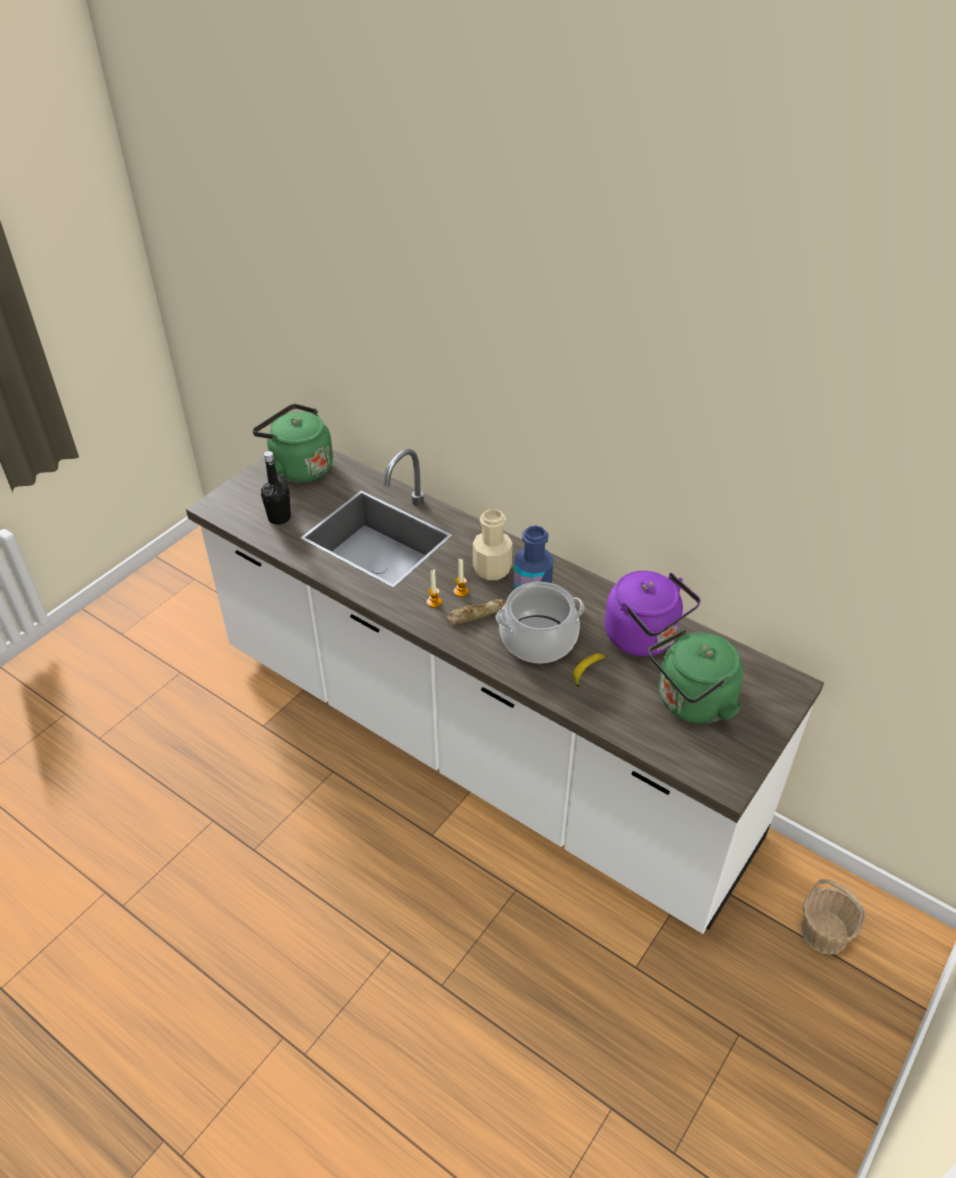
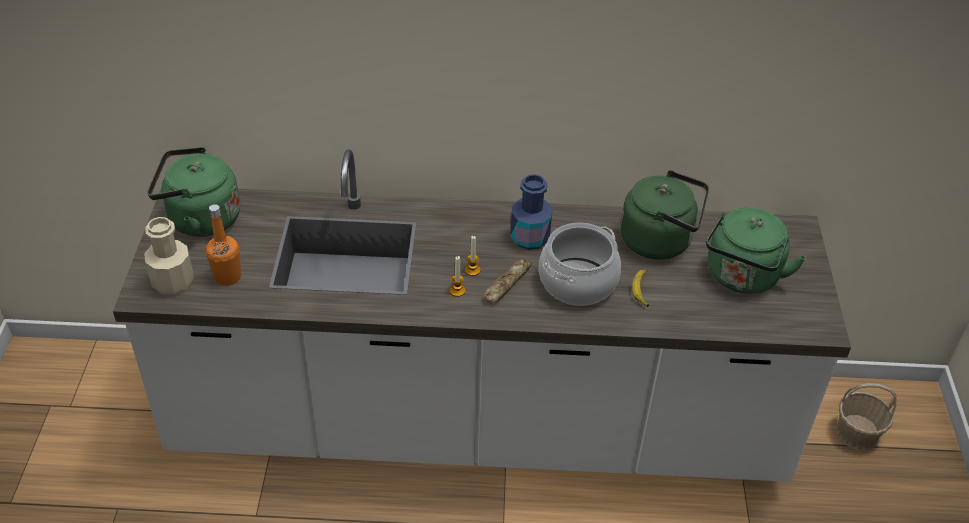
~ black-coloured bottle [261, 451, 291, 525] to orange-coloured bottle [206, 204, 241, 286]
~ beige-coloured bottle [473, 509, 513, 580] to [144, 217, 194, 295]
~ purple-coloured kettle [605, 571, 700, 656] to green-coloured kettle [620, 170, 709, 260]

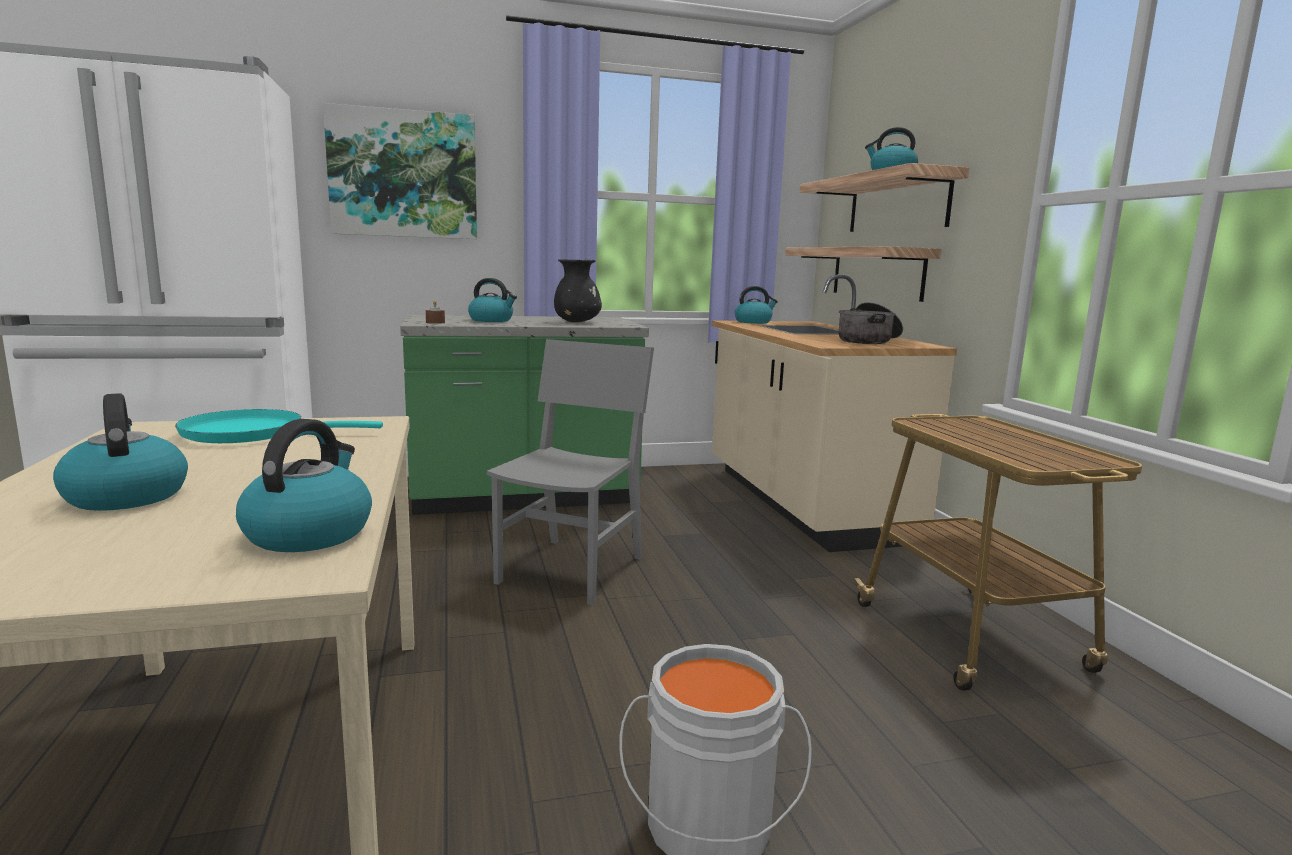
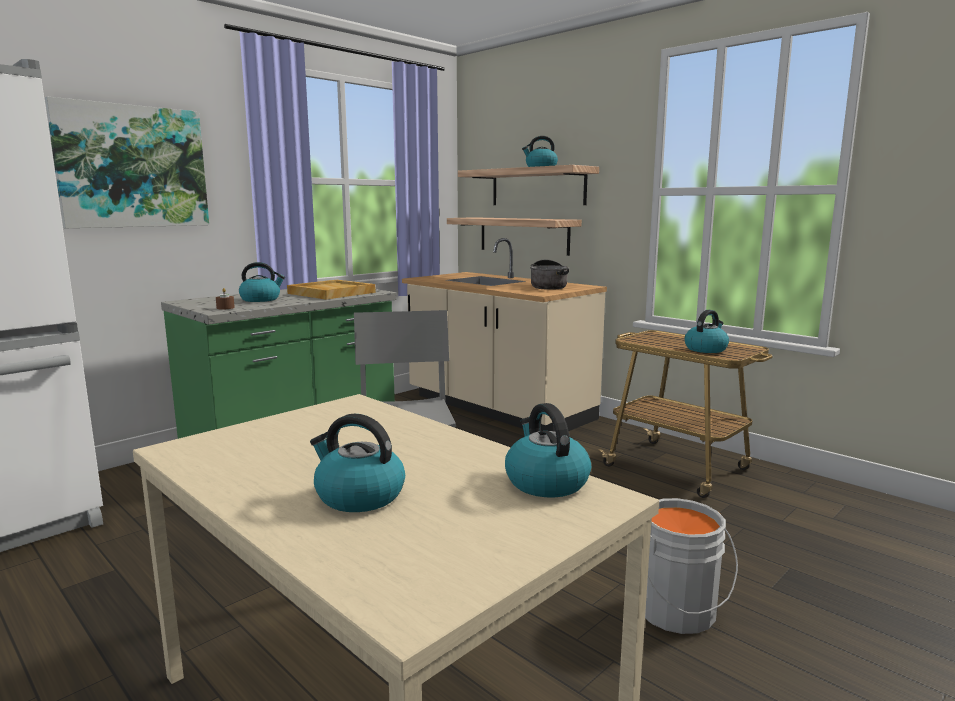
~ black-coloured decorative vase [554, 259, 602, 322] to beige-coloured tray [287, 280, 376, 300]
~ kettle [735, 286, 778, 324] to [684, 310, 729, 353]
- turquoise-coloured pan [175, 409, 383, 443]

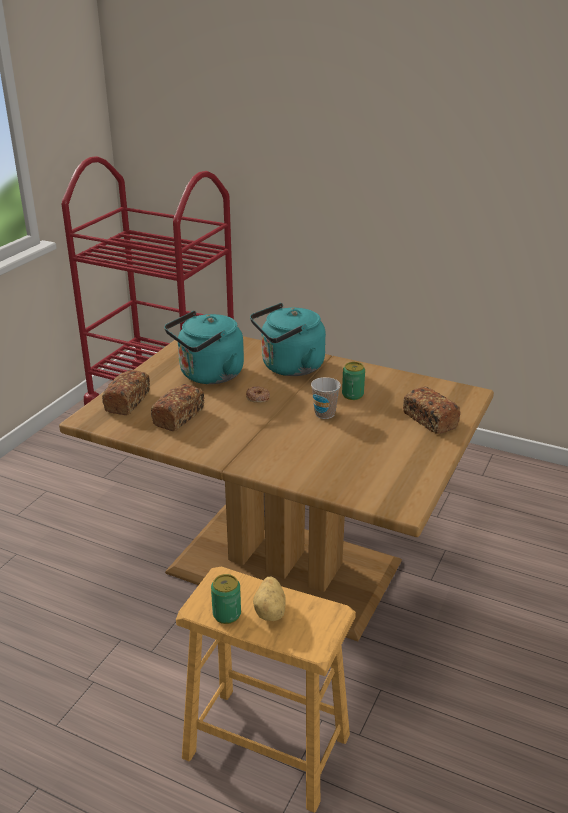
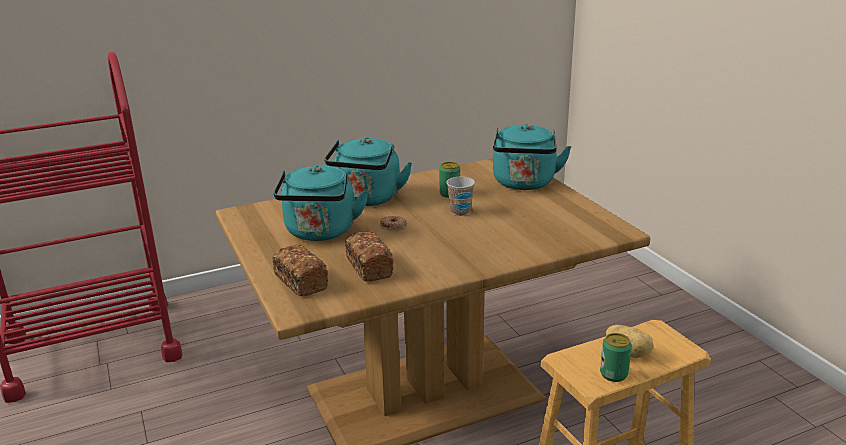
~ bread [403, 387, 461, 434] to turquoise-coloured kettle [493, 124, 571, 190]

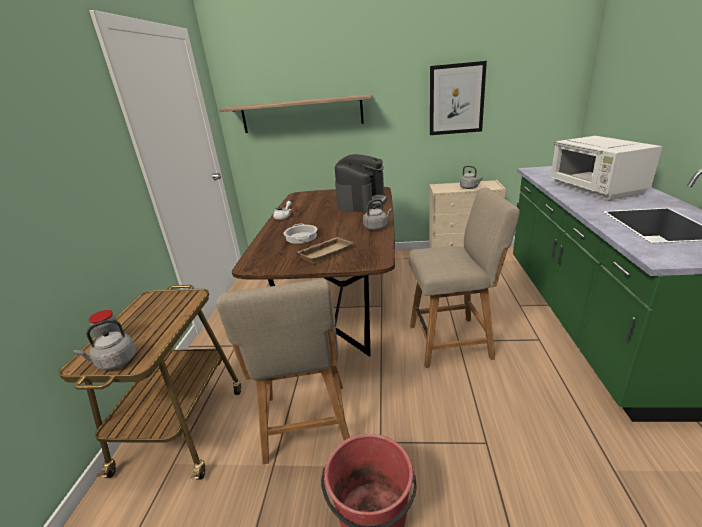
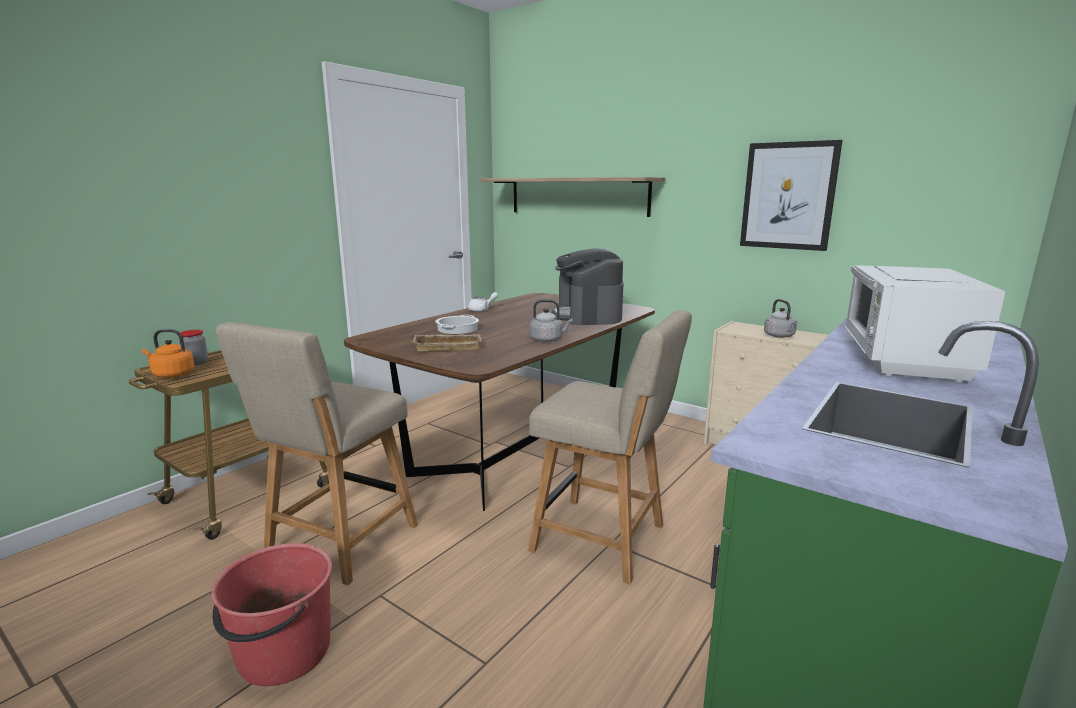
~ coffee machine [335, 154, 388, 212] = [552, 248, 624, 325] 120 degrees clockwise
~ grey kettle [74, 319, 136, 370] to orange-coloured kettle [142, 329, 194, 378]

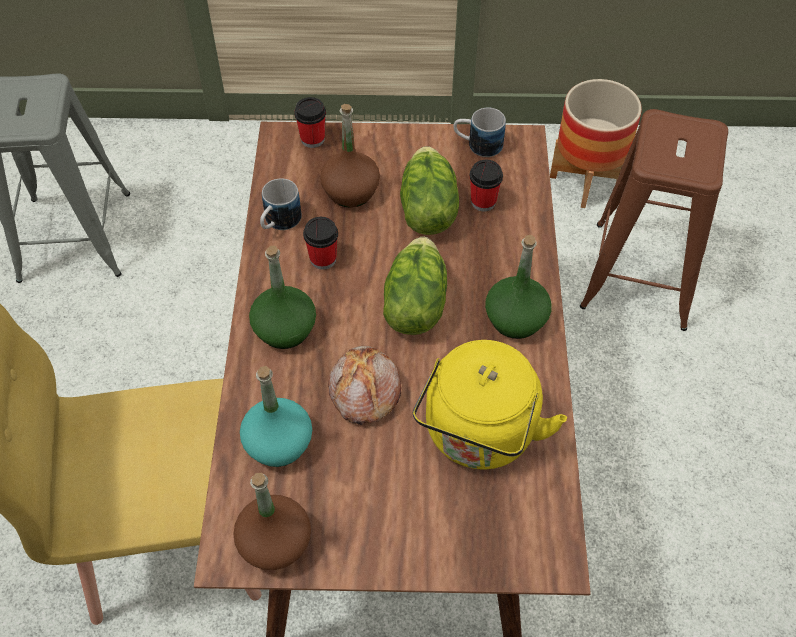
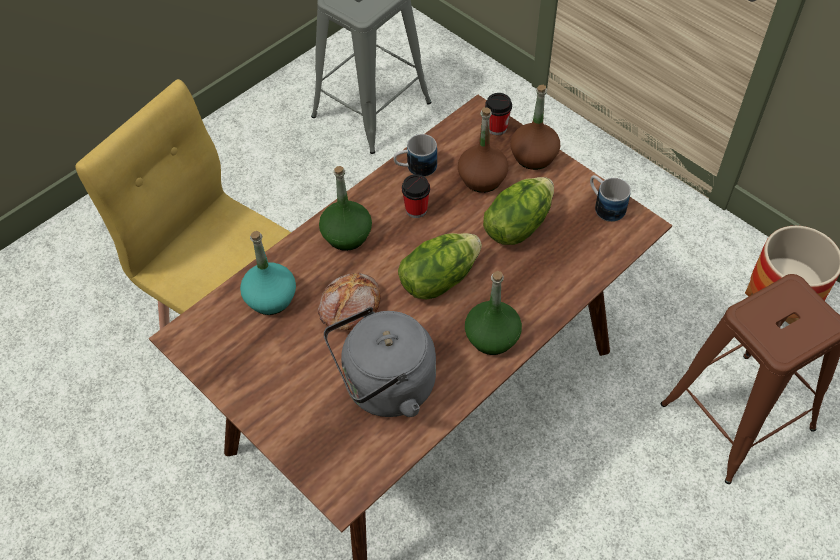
- small cup [469, 160, 503, 211]
~ yellow kettle [413, 340, 567, 470] to grey kettle [324, 307, 436, 417]
~ brown bottle [233, 473, 311, 570] to [510, 85, 560, 170]

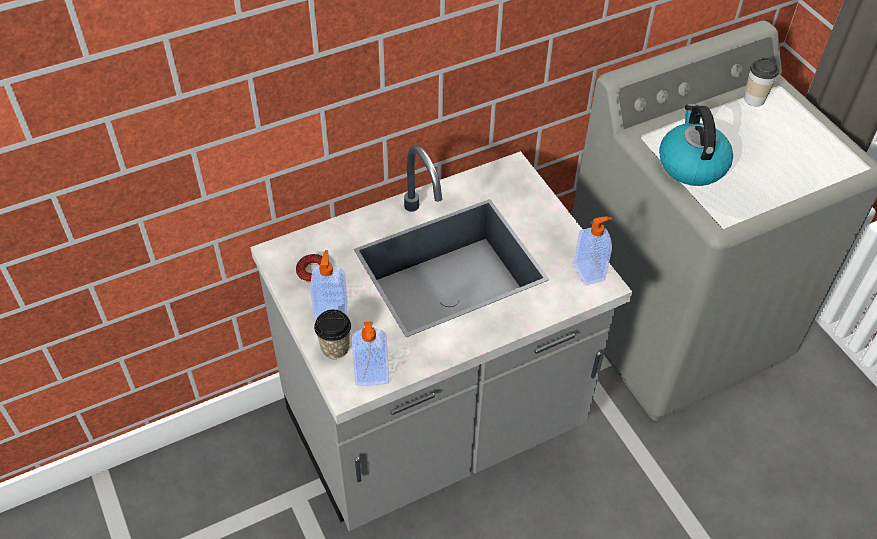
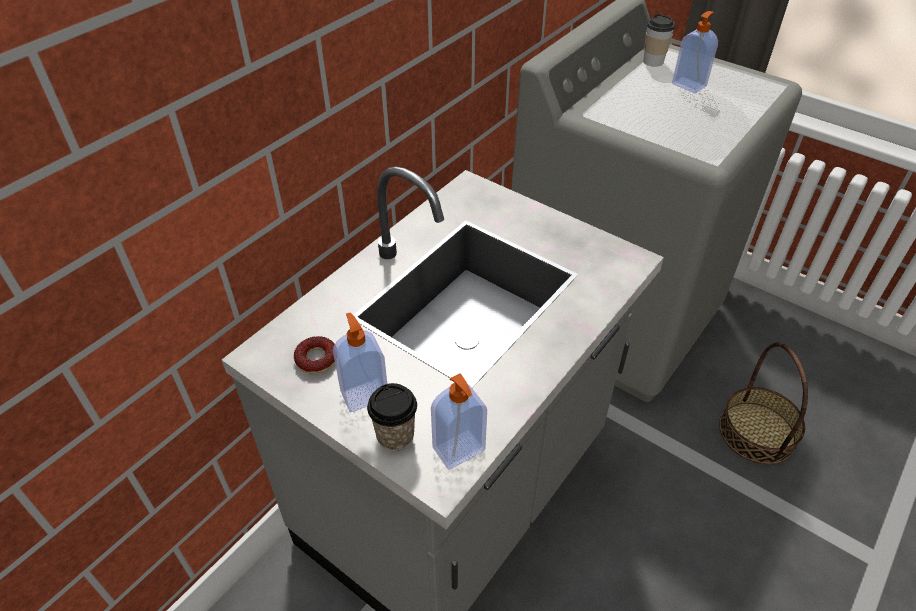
- kettle [659, 104, 733, 186]
~ soap bottle [573, 216, 613, 285] to [672, 11, 718, 93]
+ storage basket [719, 342, 808, 465]

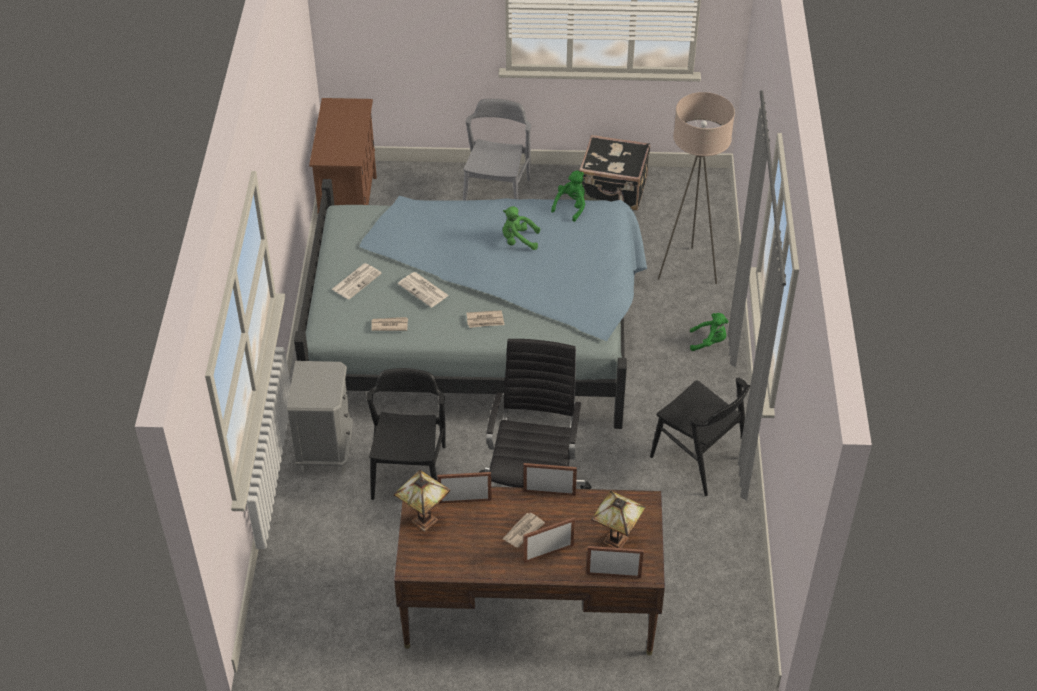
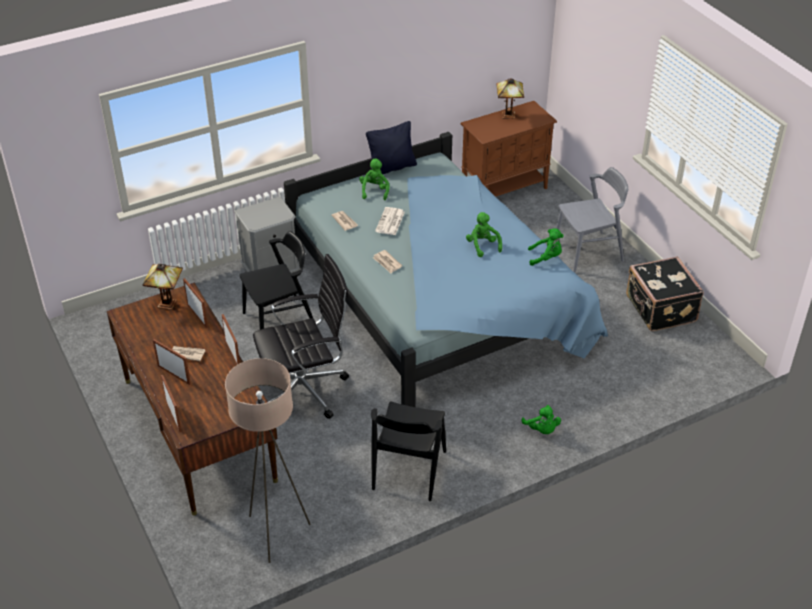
~ beige-coloured standing lamp [658, 92, 735, 284] to [225, 358, 311, 563]
~ printed paper [331, 263, 382, 300] to green-coloured cuddly toy [359, 159, 389, 200]
~ lamp for a table [591, 491, 646, 548] to [496, 78, 524, 119]
+ black-coloured cushion [366, 121, 417, 174]

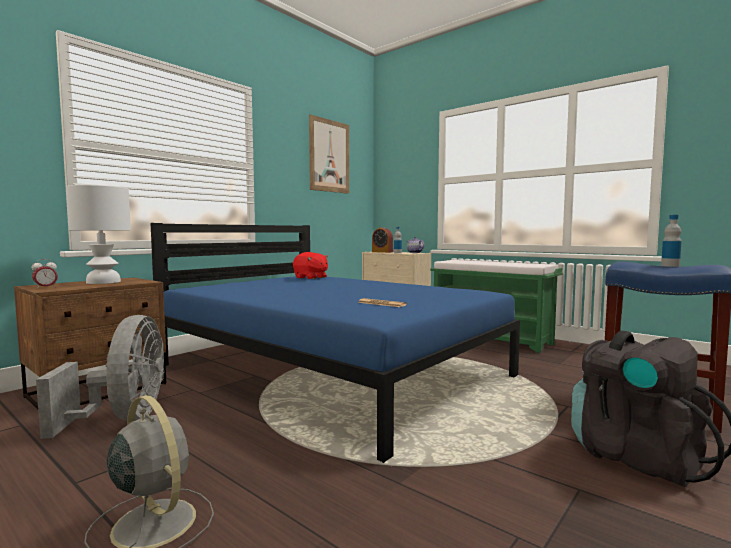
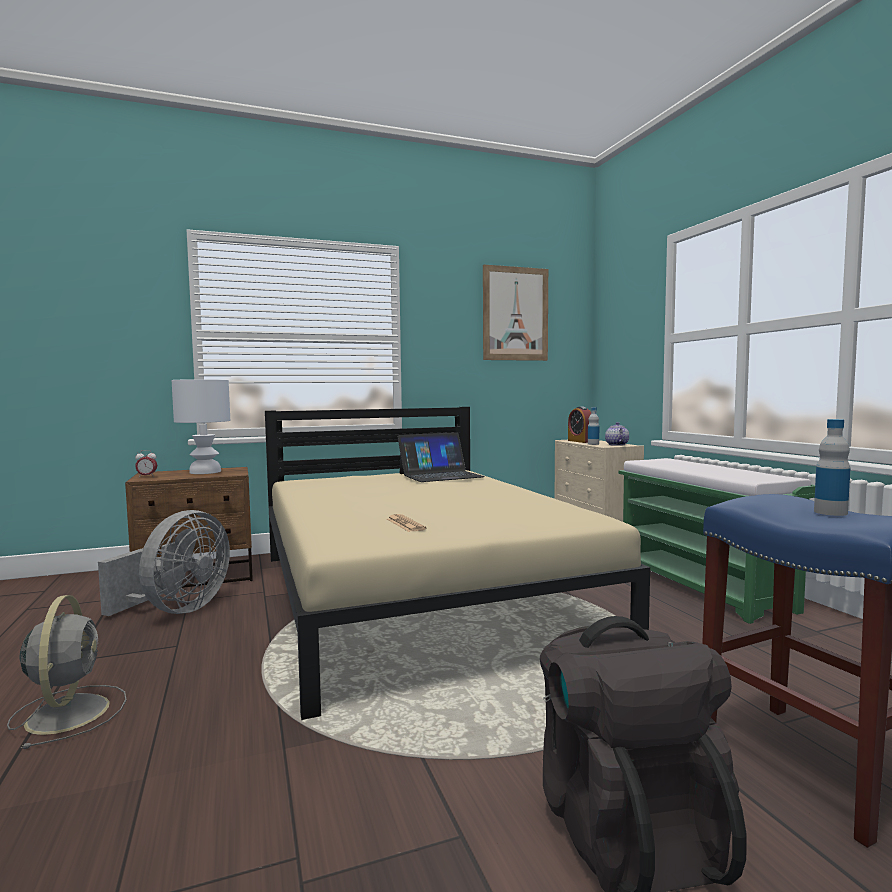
~ bluish bed [150, 223, 520, 463] to beige-coloured bed [265, 407, 650, 720]
~ red cuddly toy [293, 252, 328, 279] to portable computer [398, 432, 485, 482]

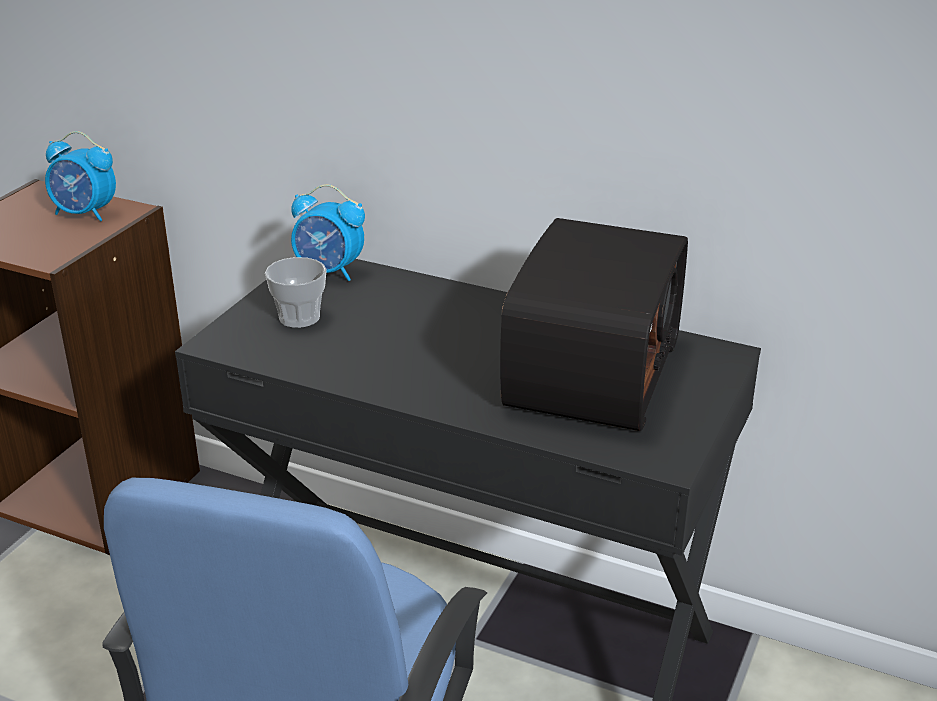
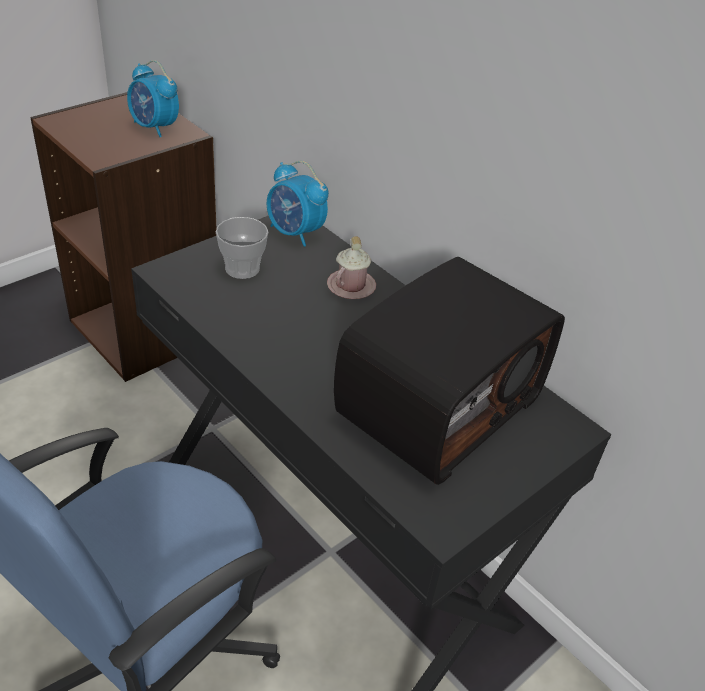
+ pink coffee mug [327, 236, 376, 299]

